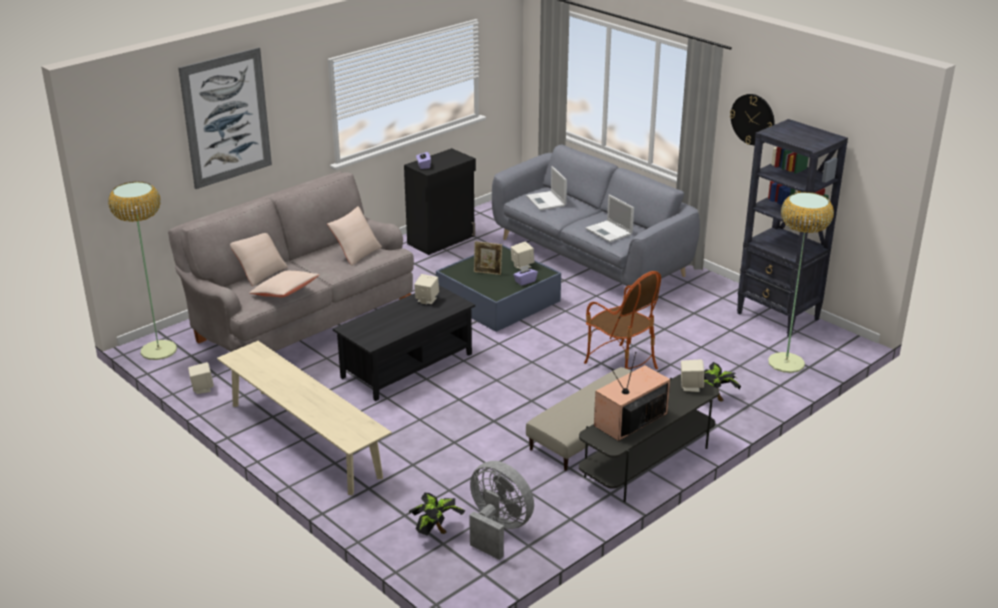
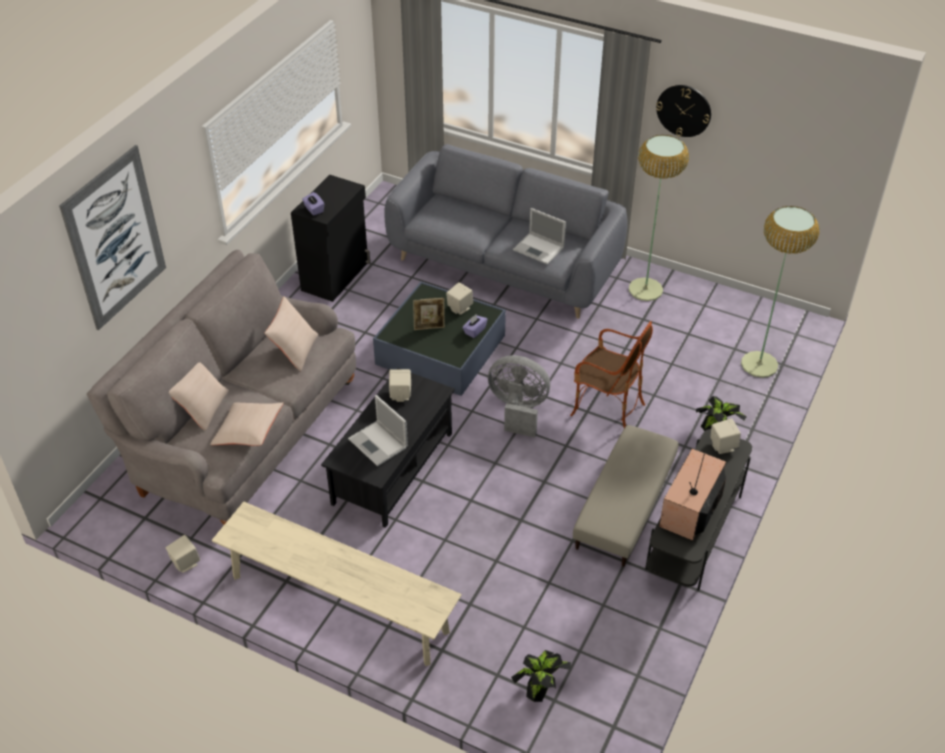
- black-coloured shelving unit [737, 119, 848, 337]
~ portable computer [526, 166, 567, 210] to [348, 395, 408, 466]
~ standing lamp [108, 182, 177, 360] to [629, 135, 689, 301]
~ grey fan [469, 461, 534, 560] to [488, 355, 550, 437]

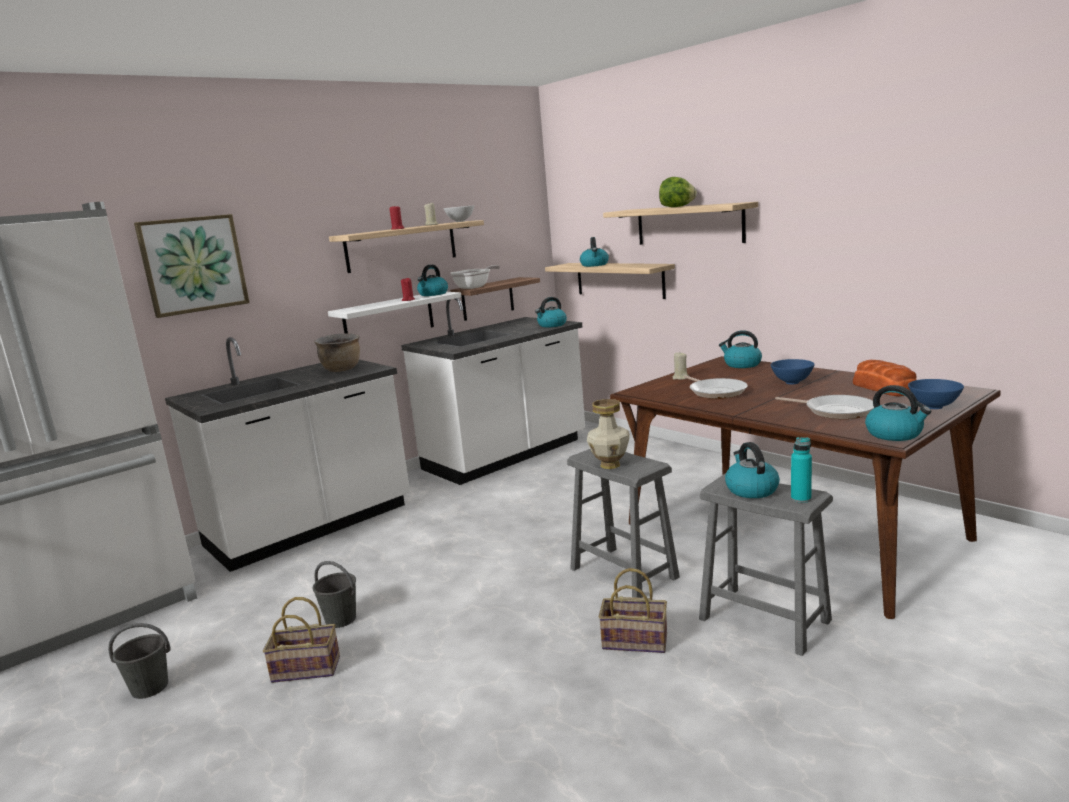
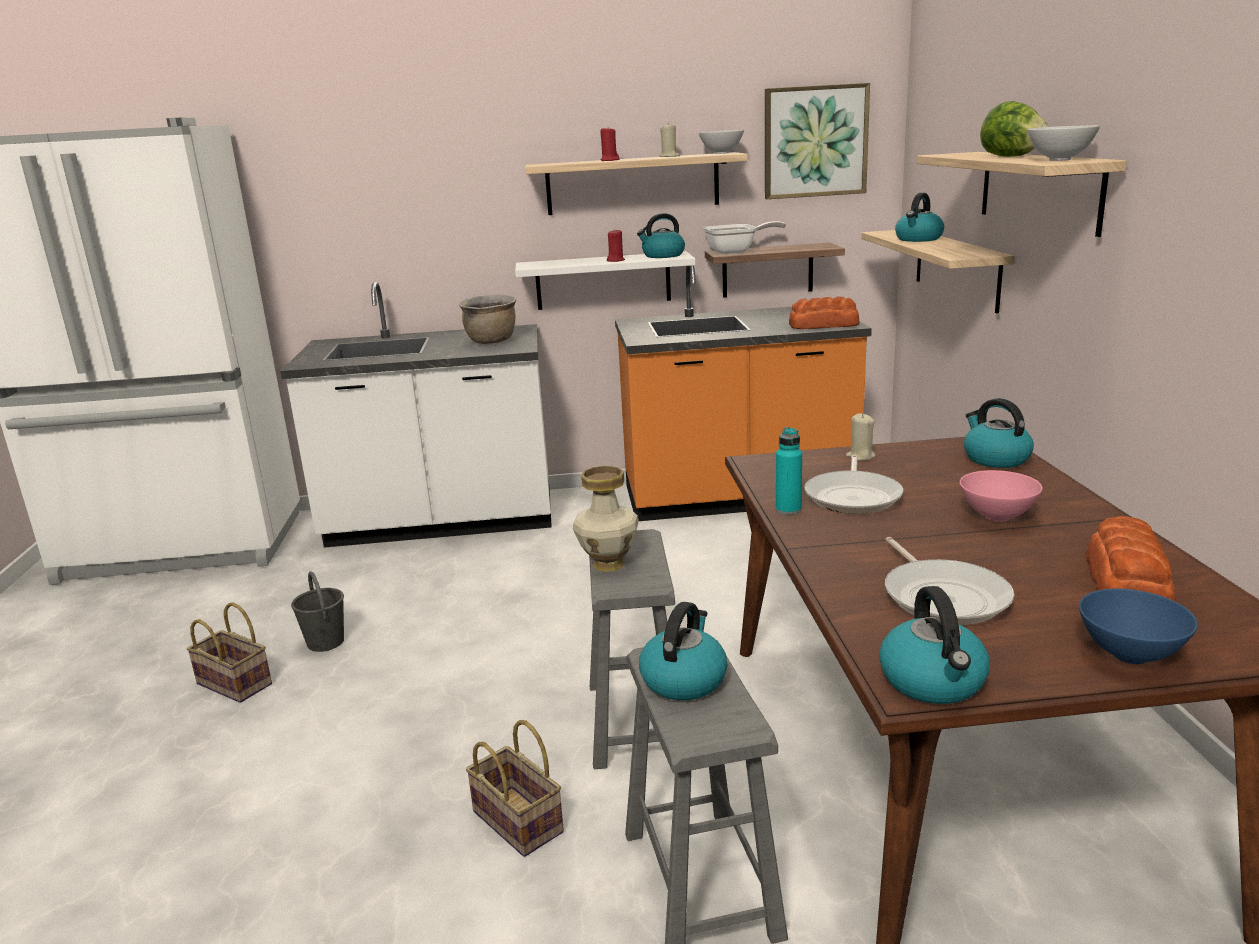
~ wall art [134, 214, 250, 318] to [765, 83, 870, 199]
~ kettle [535, 297, 567, 327] to bread [789, 297, 859, 329]
~ white-coloured counter [401, 298, 585, 485] to orange-coloured counter [615, 265, 872, 521]
~ bluish deep dish [771, 359, 815, 384] to pink deep dish [960, 470, 1043, 522]
~ turquoise-coloured bottle [791, 437, 812, 503] to [776, 427, 802, 515]
- grey bucket [108, 623, 171, 699]
+ white-coloured deep dish [1027, 125, 1100, 161]

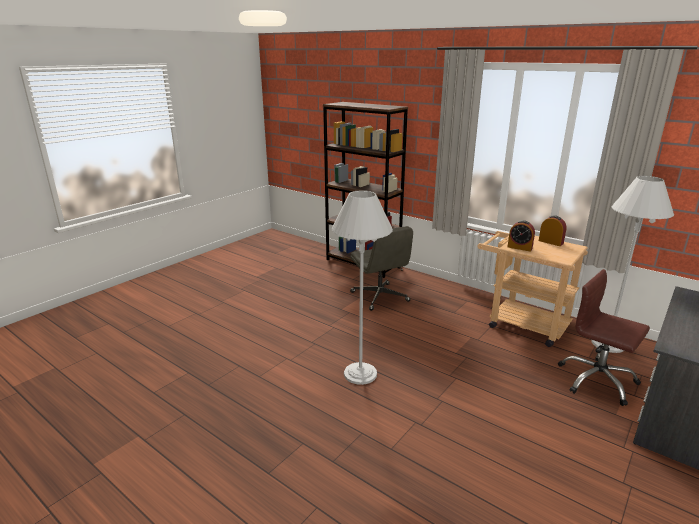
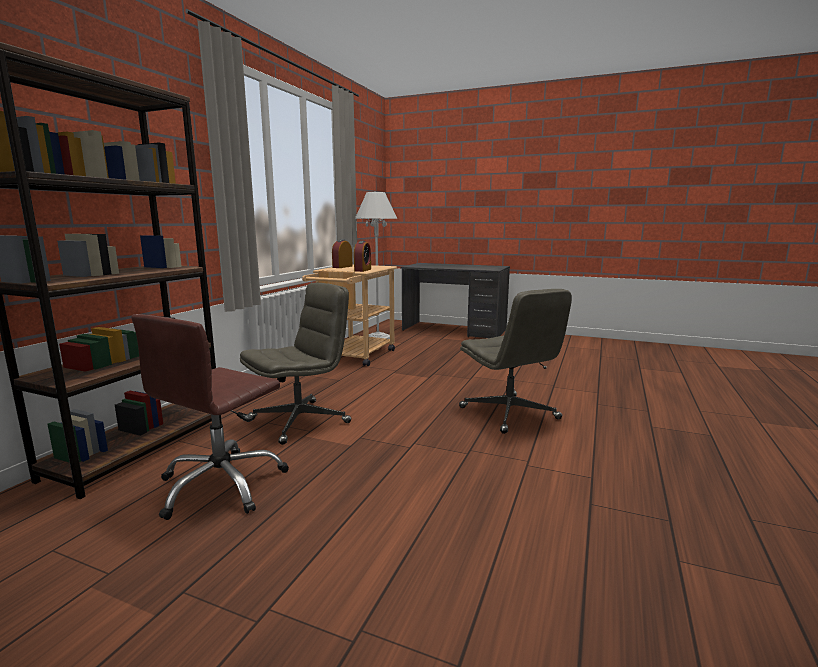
~ white-coloured standing lamp [332, 190, 393, 385] to grey desk chair [459, 289, 572, 434]
~ brown desk chair [558, 269, 650, 406] to [131, 314, 289, 520]

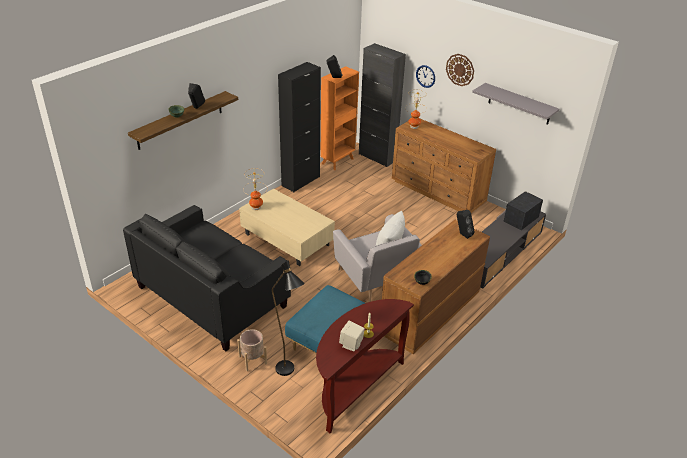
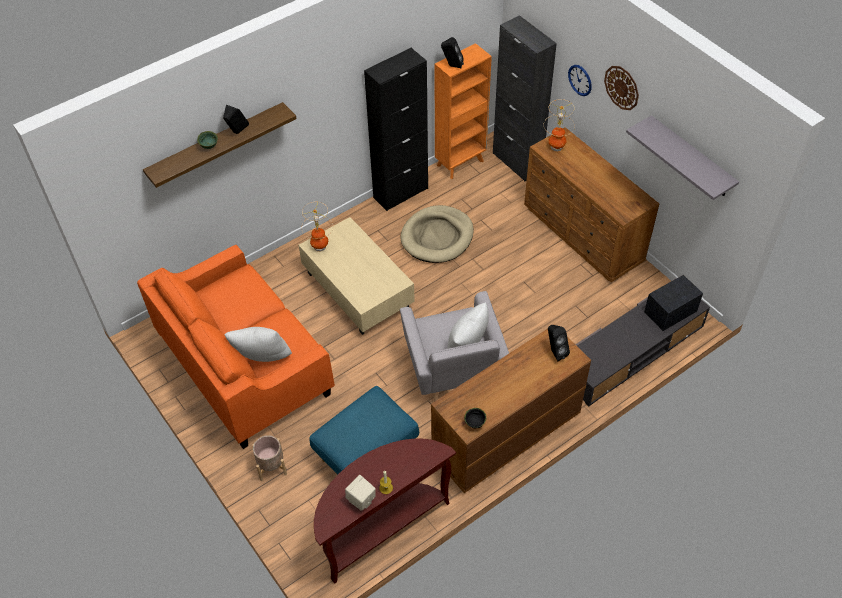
~ black-coloured settee [123, 205, 291, 351] to orange-coloured settee [137, 245, 335, 449]
- black-coloured standing lamp [272, 260, 305, 376]
+ beige-coloured dog bed [401, 205, 474, 263]
+ white-coloured cushion [225, 327, 292, 362]

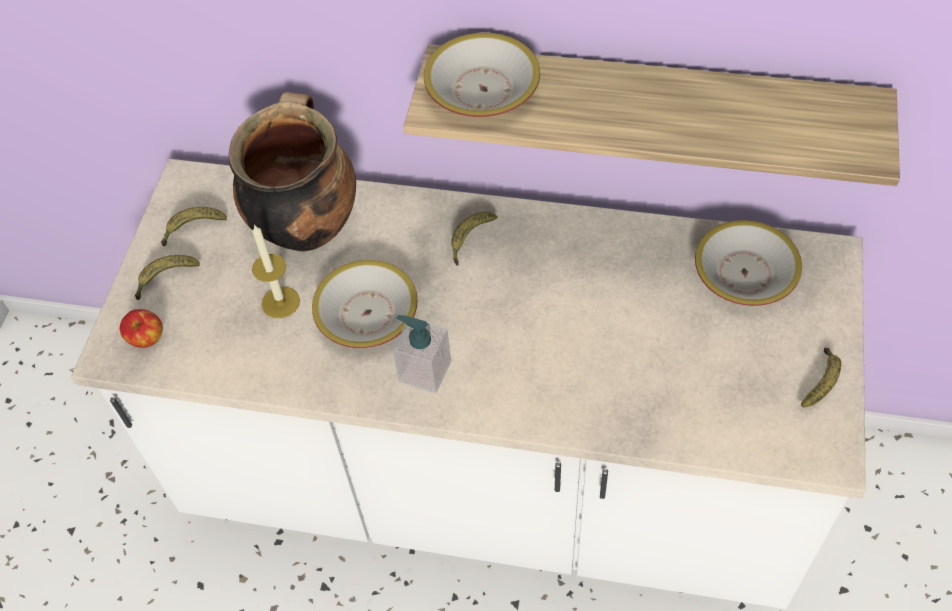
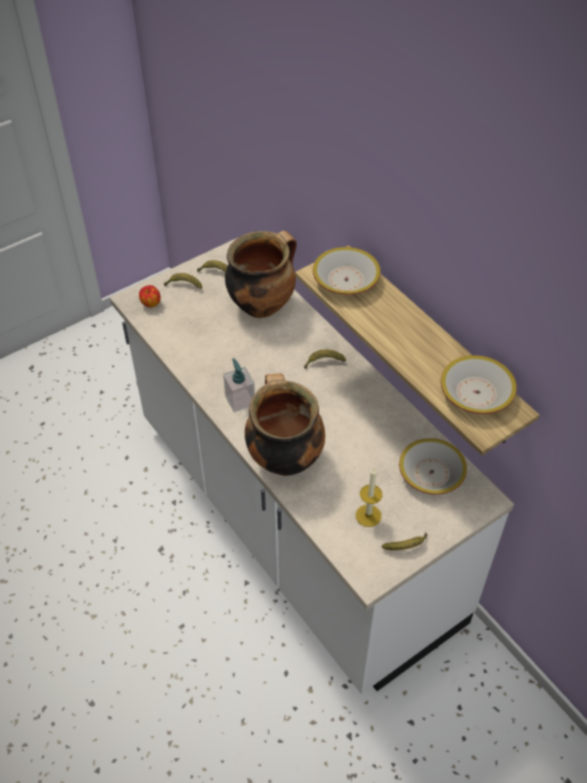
~ candle [252, 224, 300, 318] to [356, 469, 382, 527]
~ deep dish [312, 260, 418, 348] to [441, 355, 517, 414]
+ stockpot [245, 373, 325, 476]

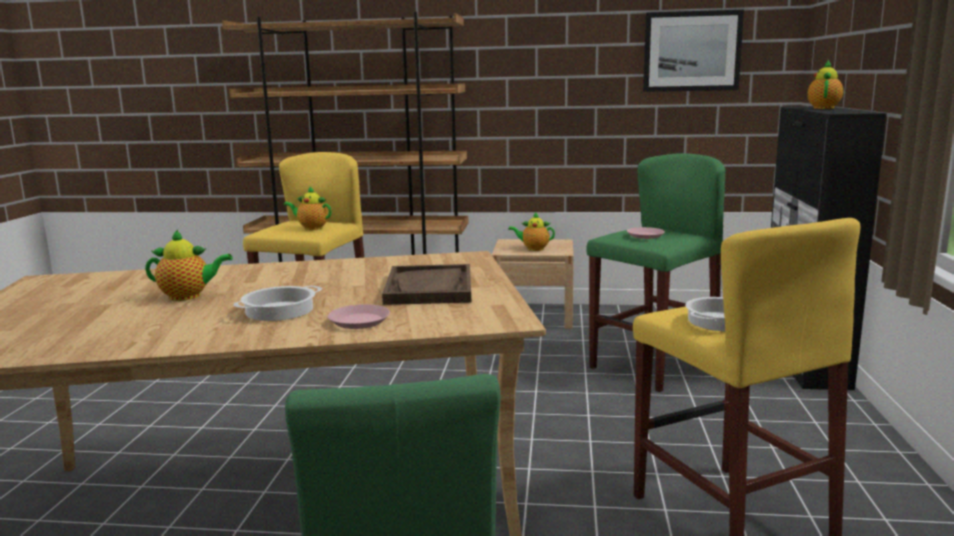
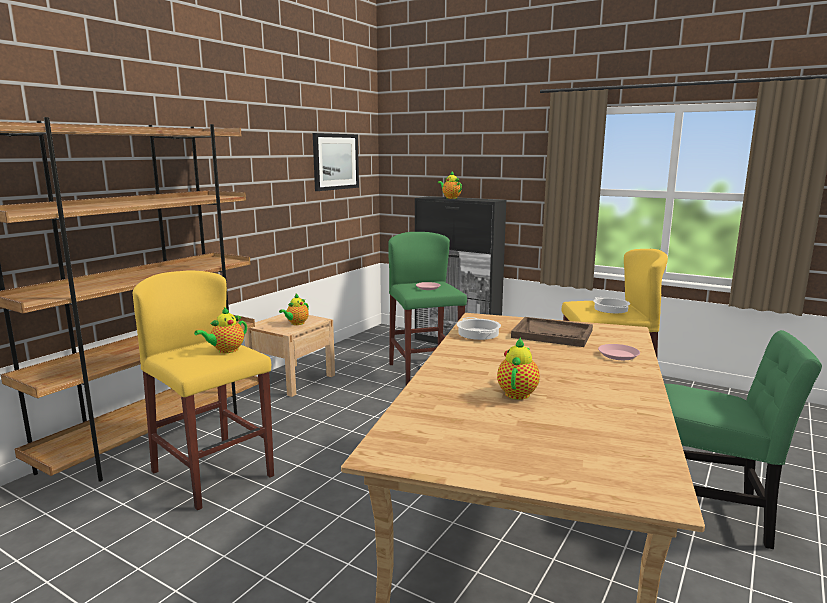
~ stockpot [233, 286, 322, 321] to [457, 317, 501, 340]

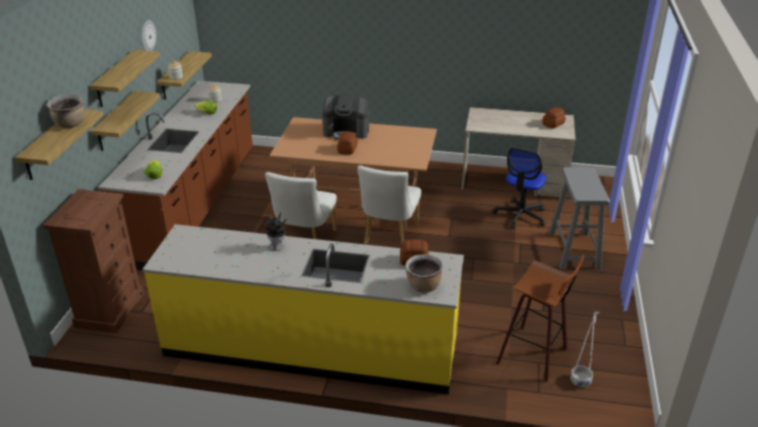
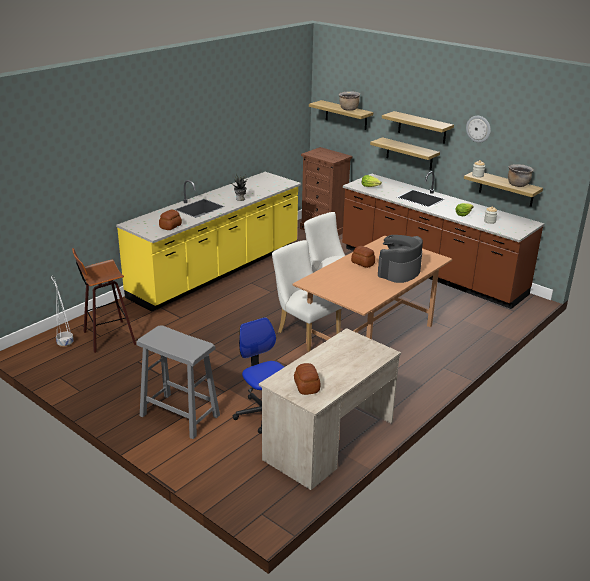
~ brown stockpot [405, 254, 443, 293] to [508, 164, 534, 187]

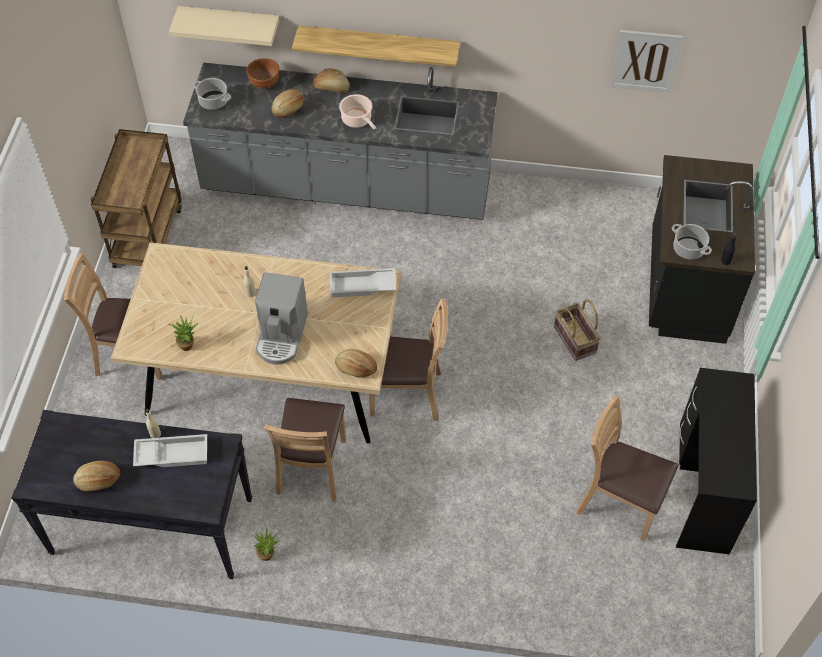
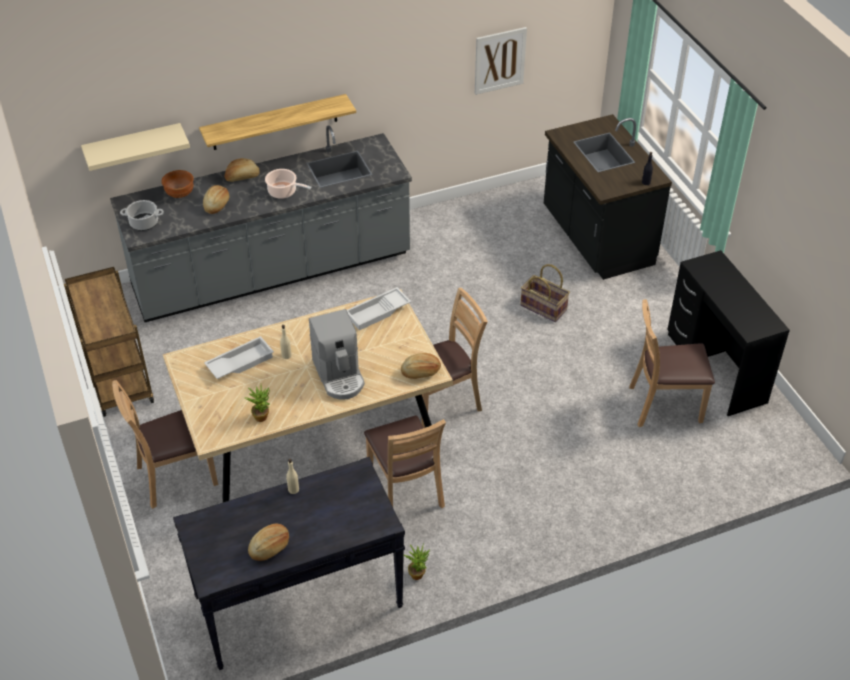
- stockpot [672, 224, 712, 260]
~ white-coloured tray [133, 434, 207, 467] to [204, 336, 274, 379]

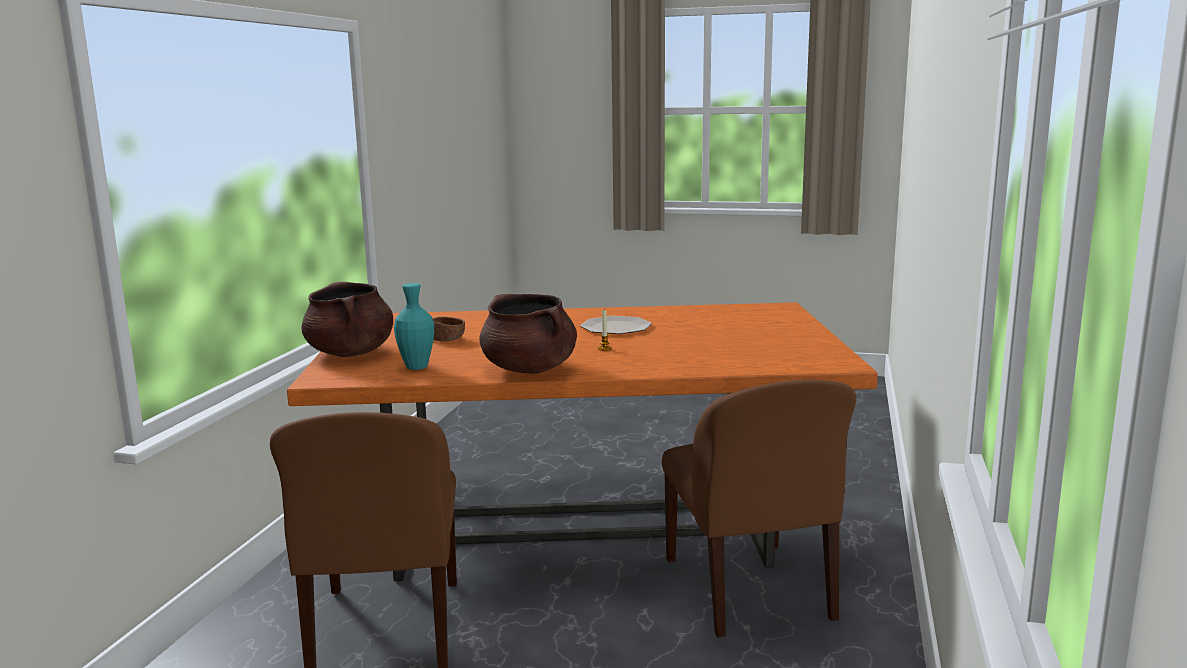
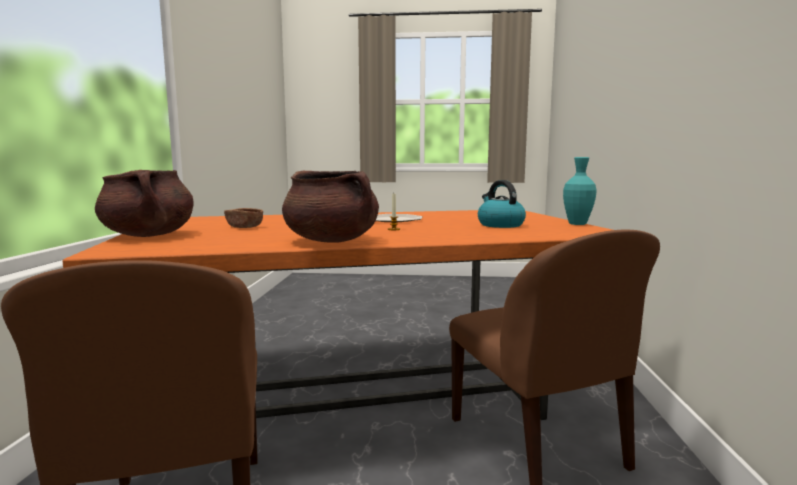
~ turquoise-coloured decorative vase [394, 283, 434, 370] to [563, 157, 597, 225]
+ kettle [478, 180, 526, 228]

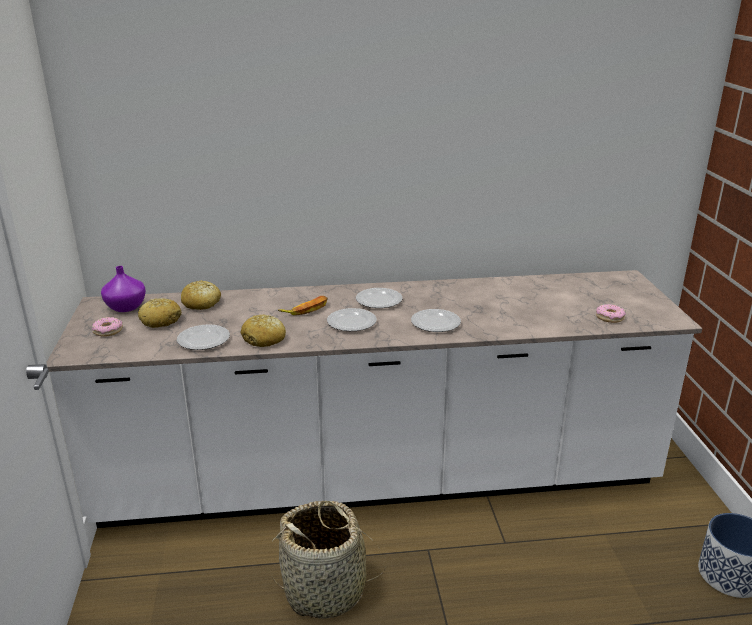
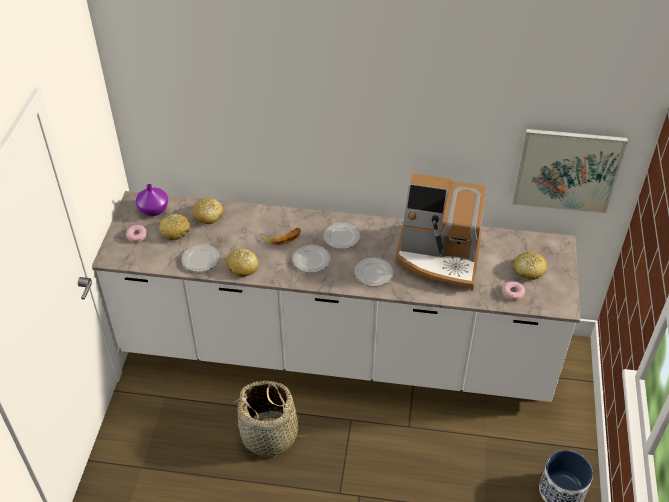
+ wall art [512, 129, 628, 213]
+ coffee machine [396, 173, 486, 291]
+ bread [513, 252, 547, 280]

